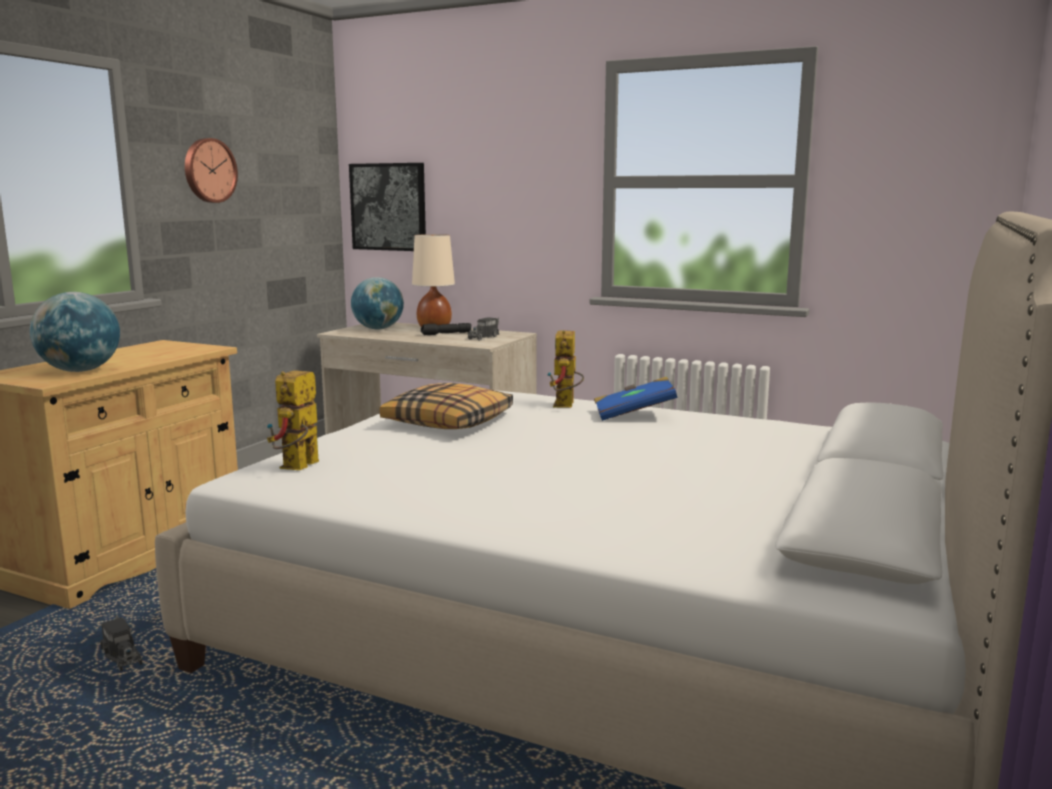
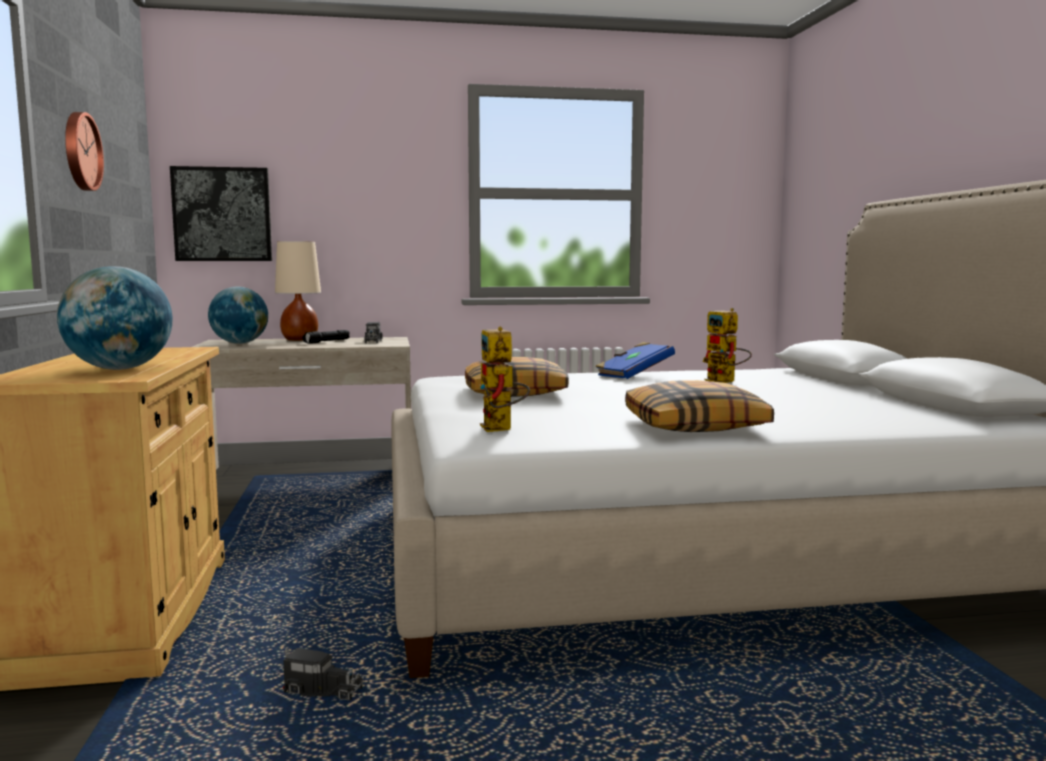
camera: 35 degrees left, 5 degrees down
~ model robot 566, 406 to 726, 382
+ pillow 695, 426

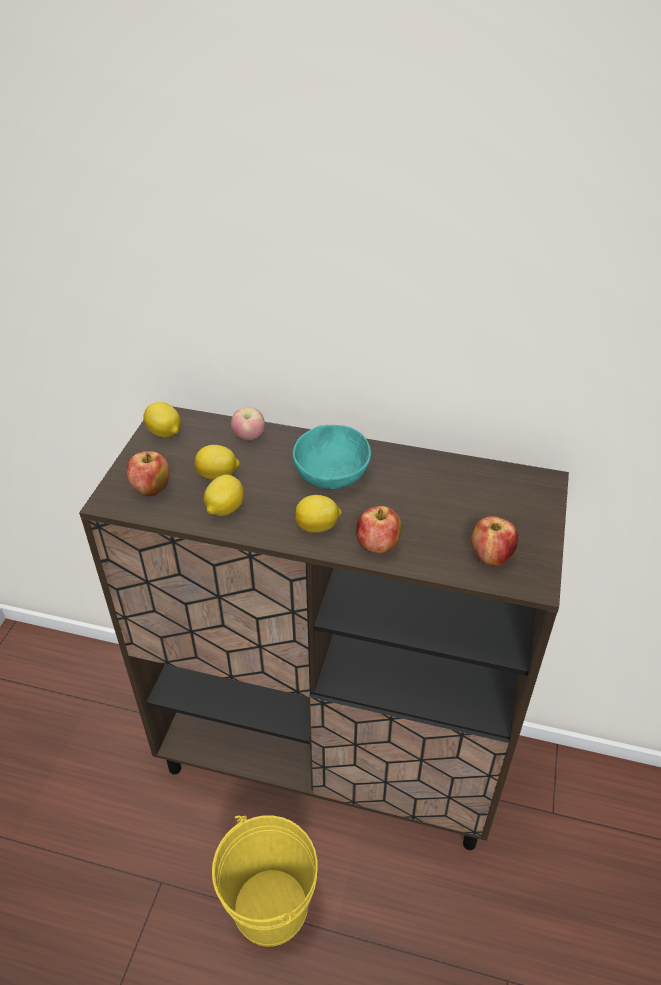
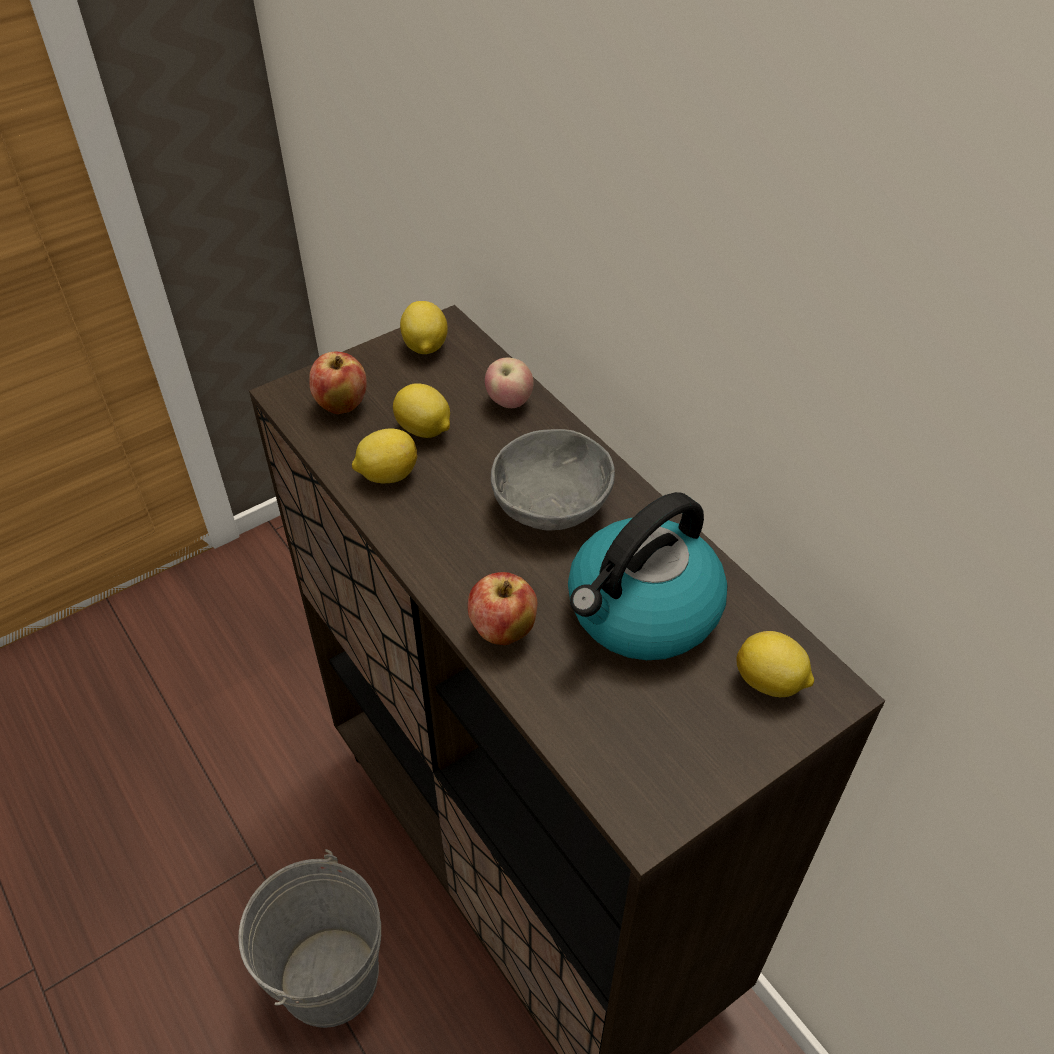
camera: 40 degrees right, 5 degrees up
~ pail (yellowish) 270, 907 to pail (grey) 330, 977
~ serving bowl (blue-green) 333, 475 to serving bowl (grey) 552, 507
~ whole lemon 318, 527 to 770, 683
- apple 491, 556
+ water kettle 642, 611

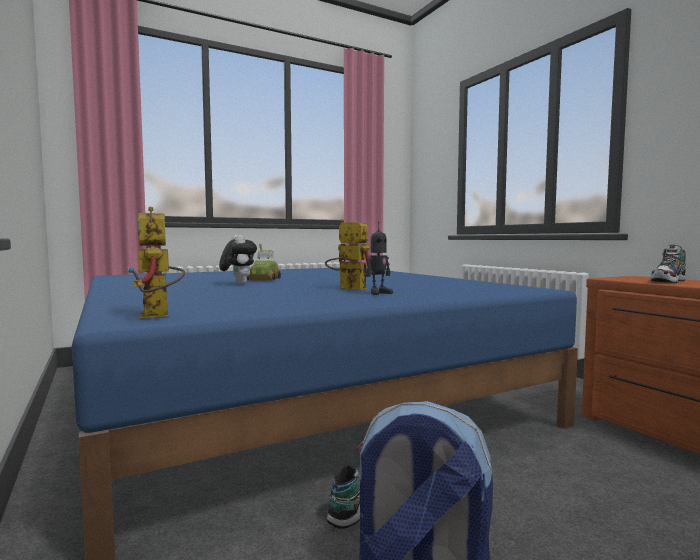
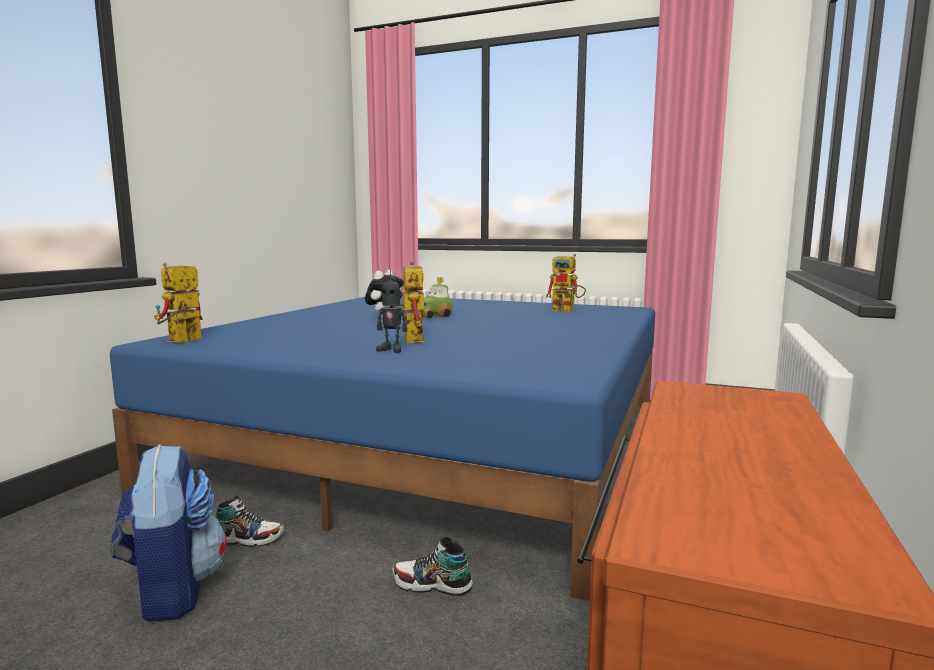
camera: 50 degrees right, 5 degrees up
~ item of footwear 668, 281 to 432, 585
+ model robot 567, 310

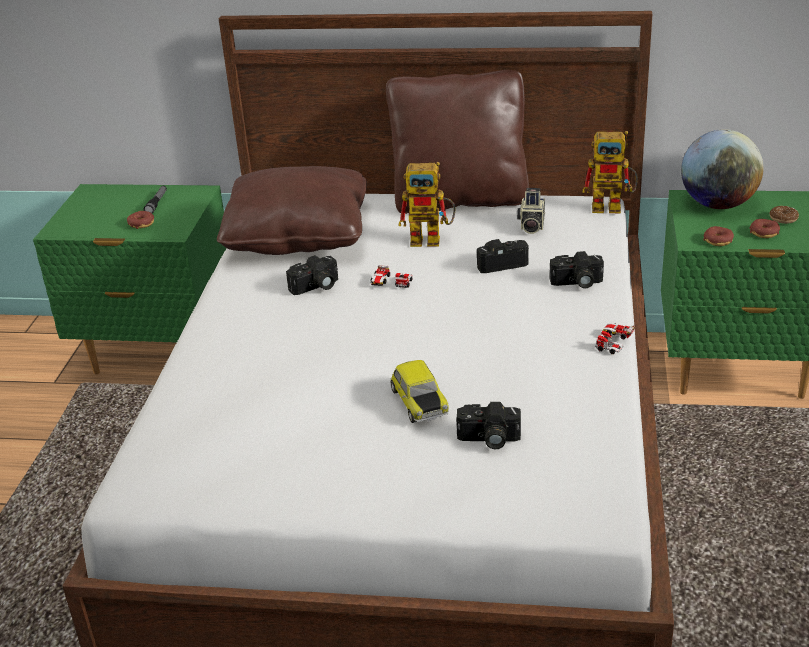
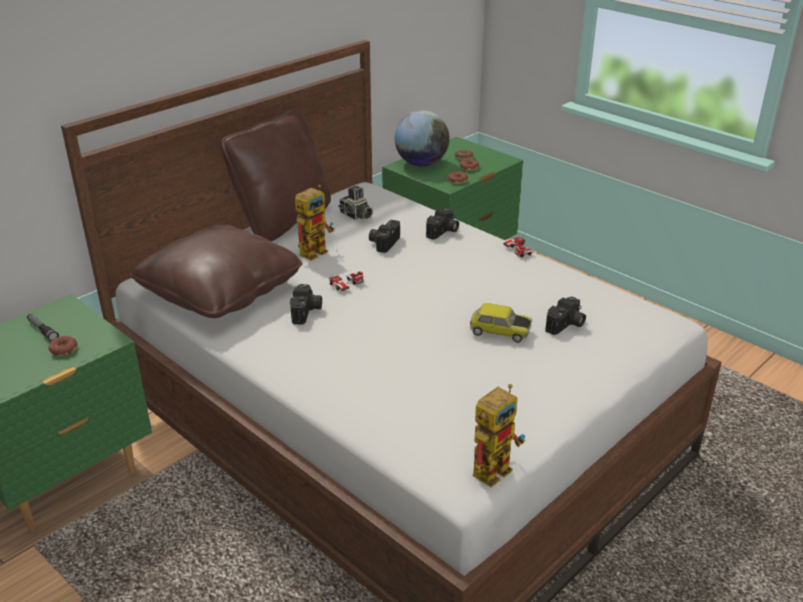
camera: 55 degrees left, 0 degrees up
~ model robot 613, 207 to 495, 466

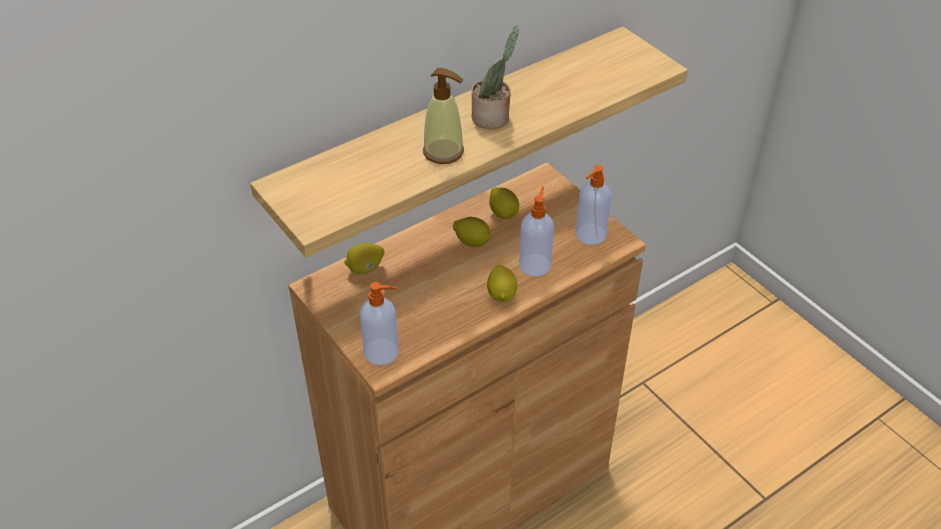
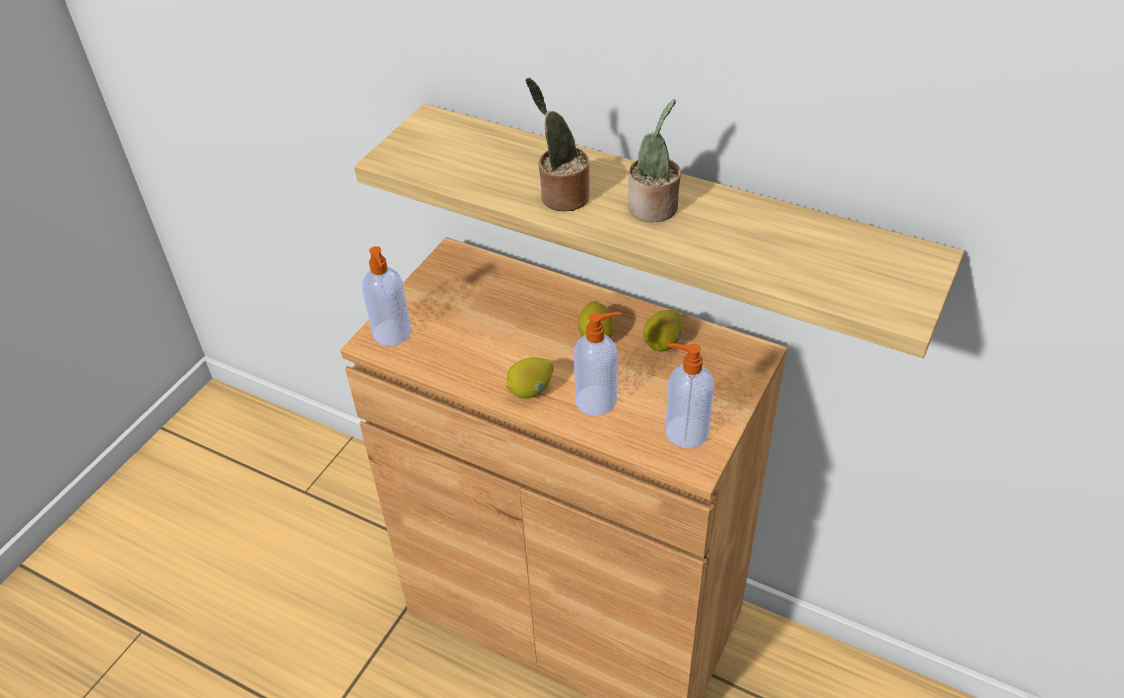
camera: 65 degrees right, 0 degrees up
- whole lemon 365, 268
~ soap bottle 444, 152 to potted plant 561, 196

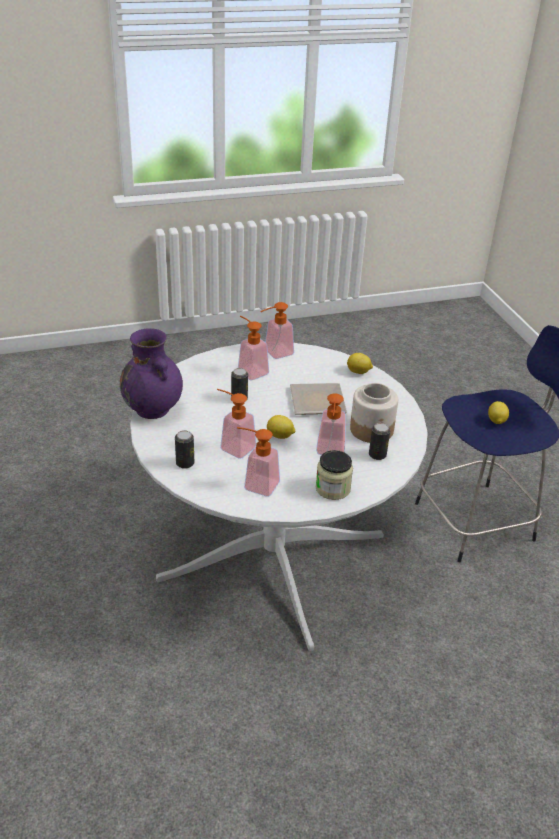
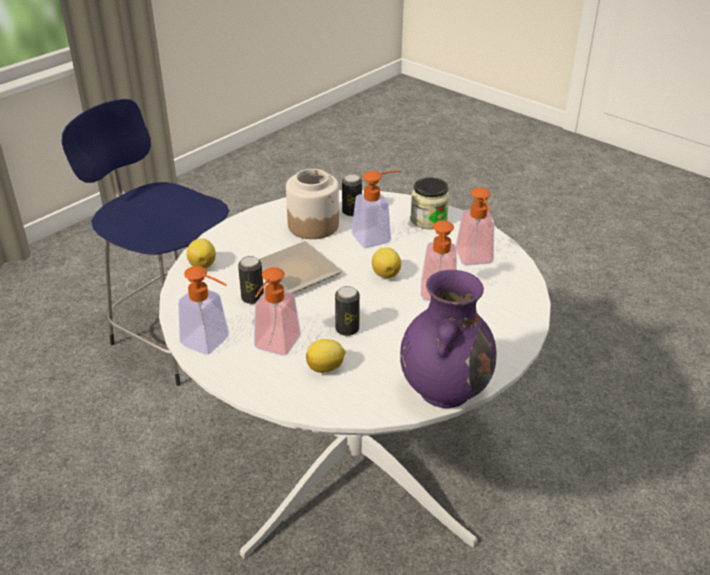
camera: 120 degrees left, 0 degrees up
~ can 185, 463 to 252, 298
~ whole lemon 496, 421 to 326, 368

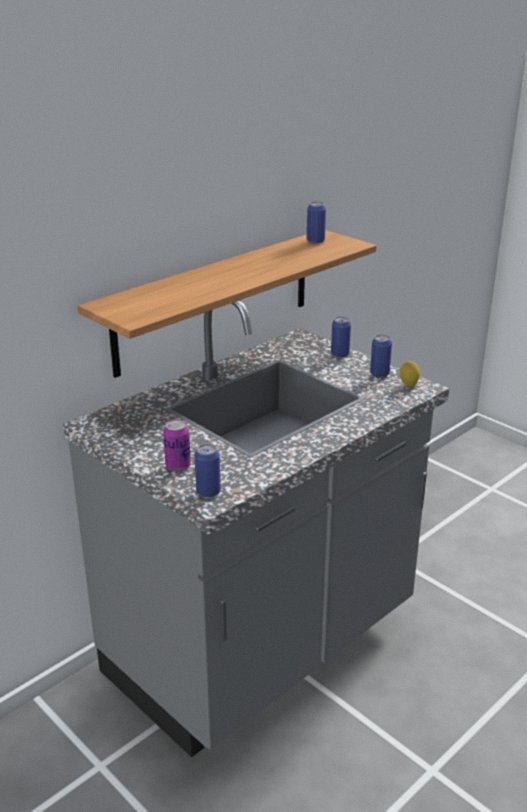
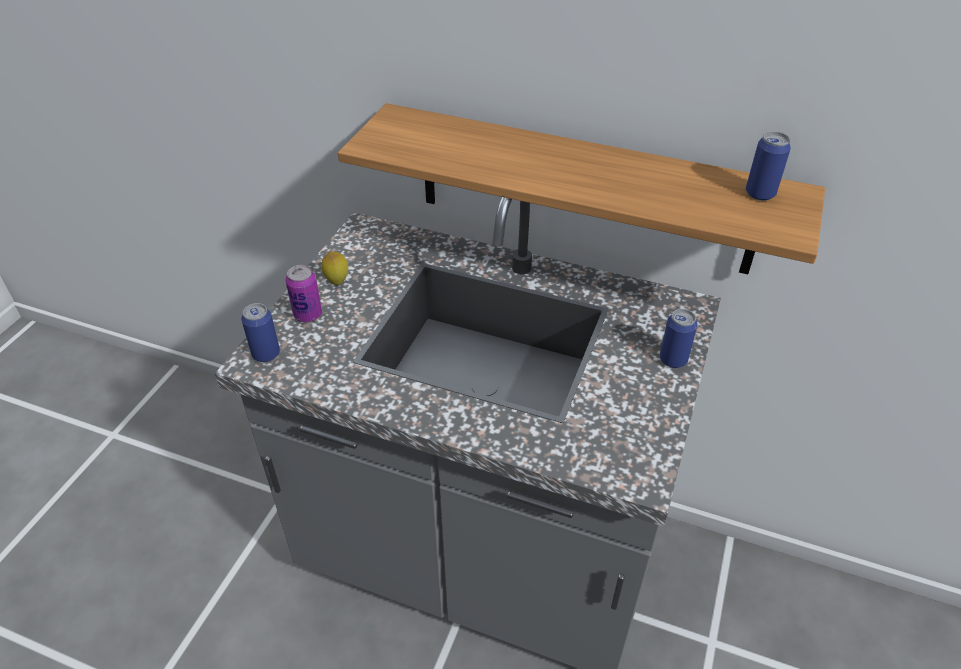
camera: 65 degrees right, 15 degrees up
- can 379, 374
~ whole lemon 408, 386 to 337, 281

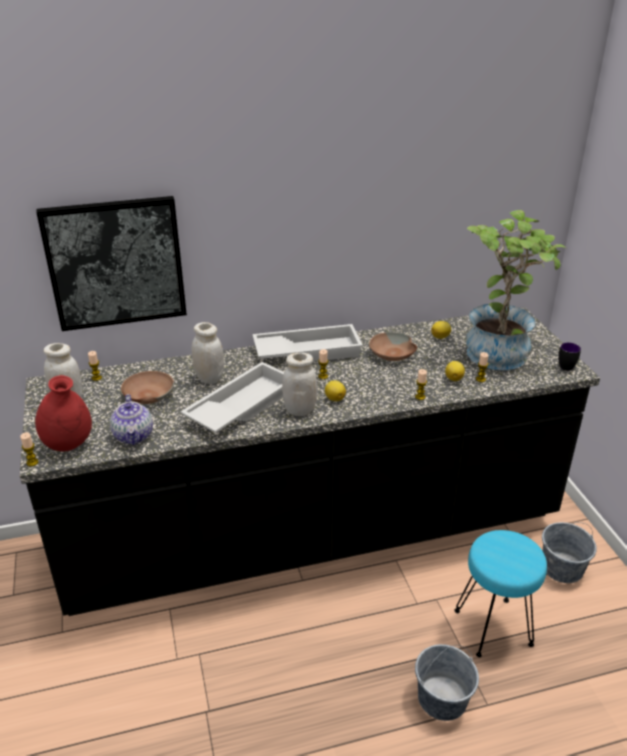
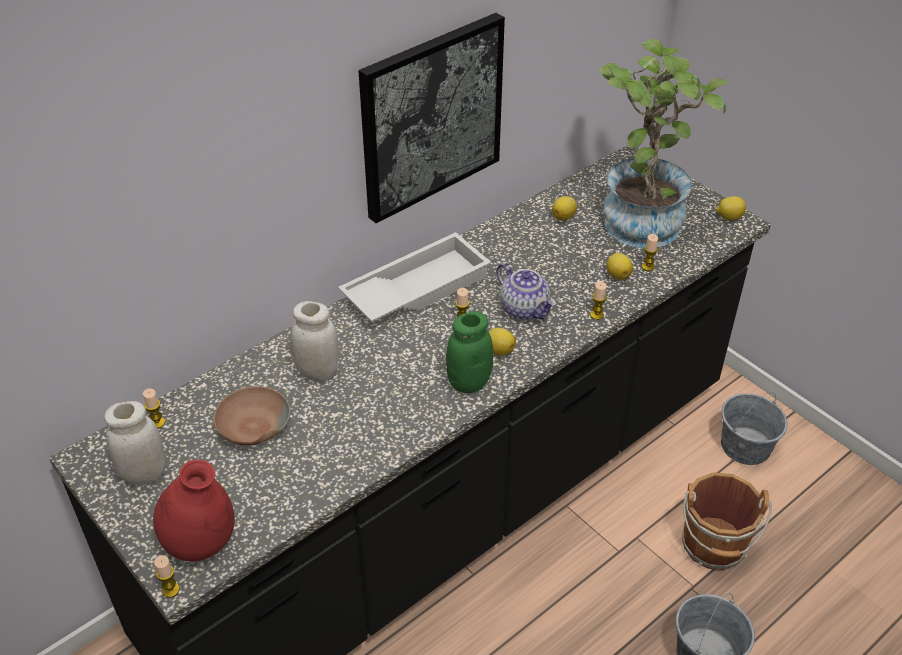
camera: 25 degrees left, 10 degrees up
~ wall picture 115, 263 to 431, 116
~ pot for tea 134, 436 to 525, 309
- serving tray (whitish) 240, 405
~ preserve jar (whitish) 300, 410 to preserve jar (greenish) 469, 382
- serving bowl (brownish) 392, 354
~ stool (blue-green) 494, 627 to pail (brownish) 714, 547
~ tea mug 567, 365 to whole lemon 729, 217

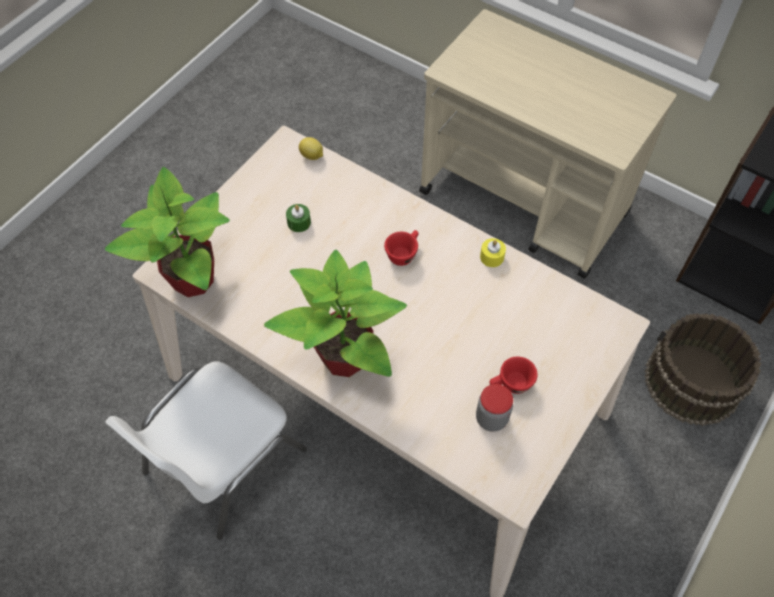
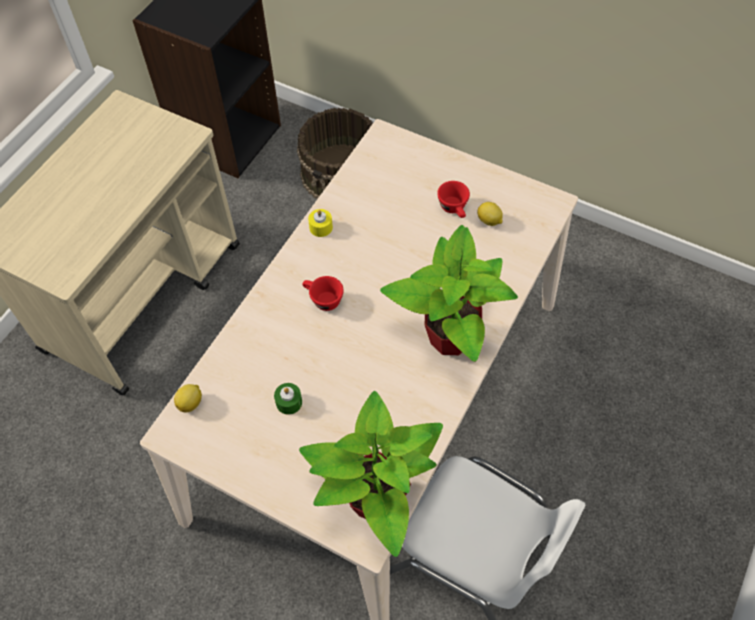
camera: 95 degrees left, 0 degrees up
~ preserve jar 491, 418 to whole lemon 489, 221

